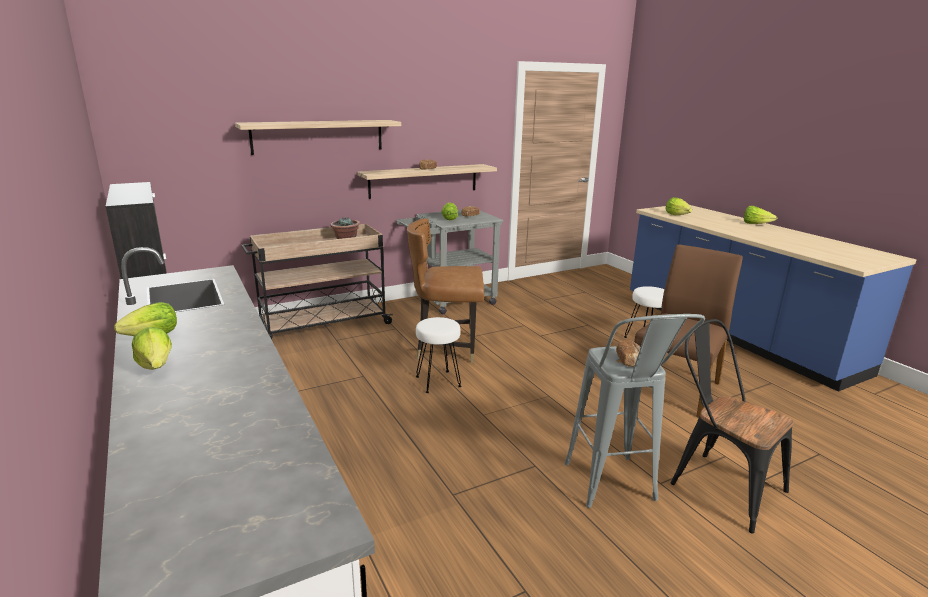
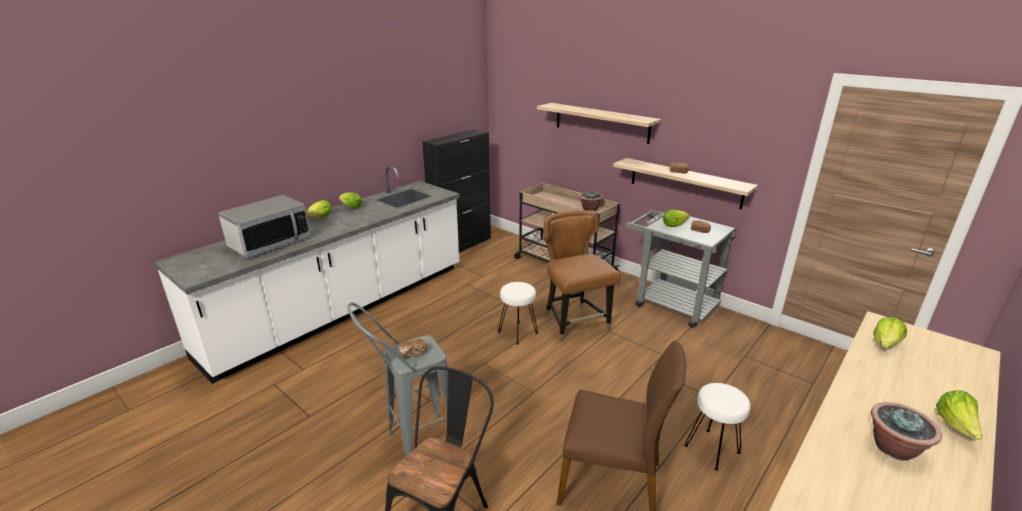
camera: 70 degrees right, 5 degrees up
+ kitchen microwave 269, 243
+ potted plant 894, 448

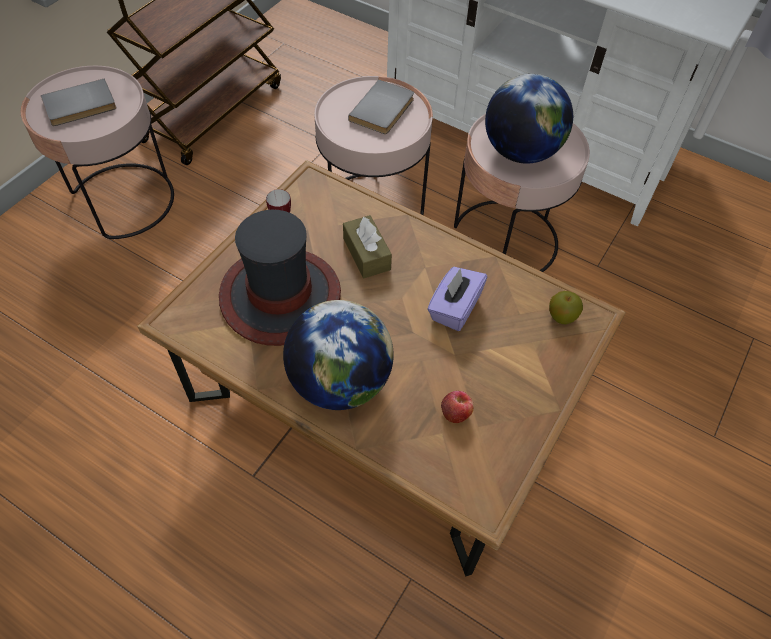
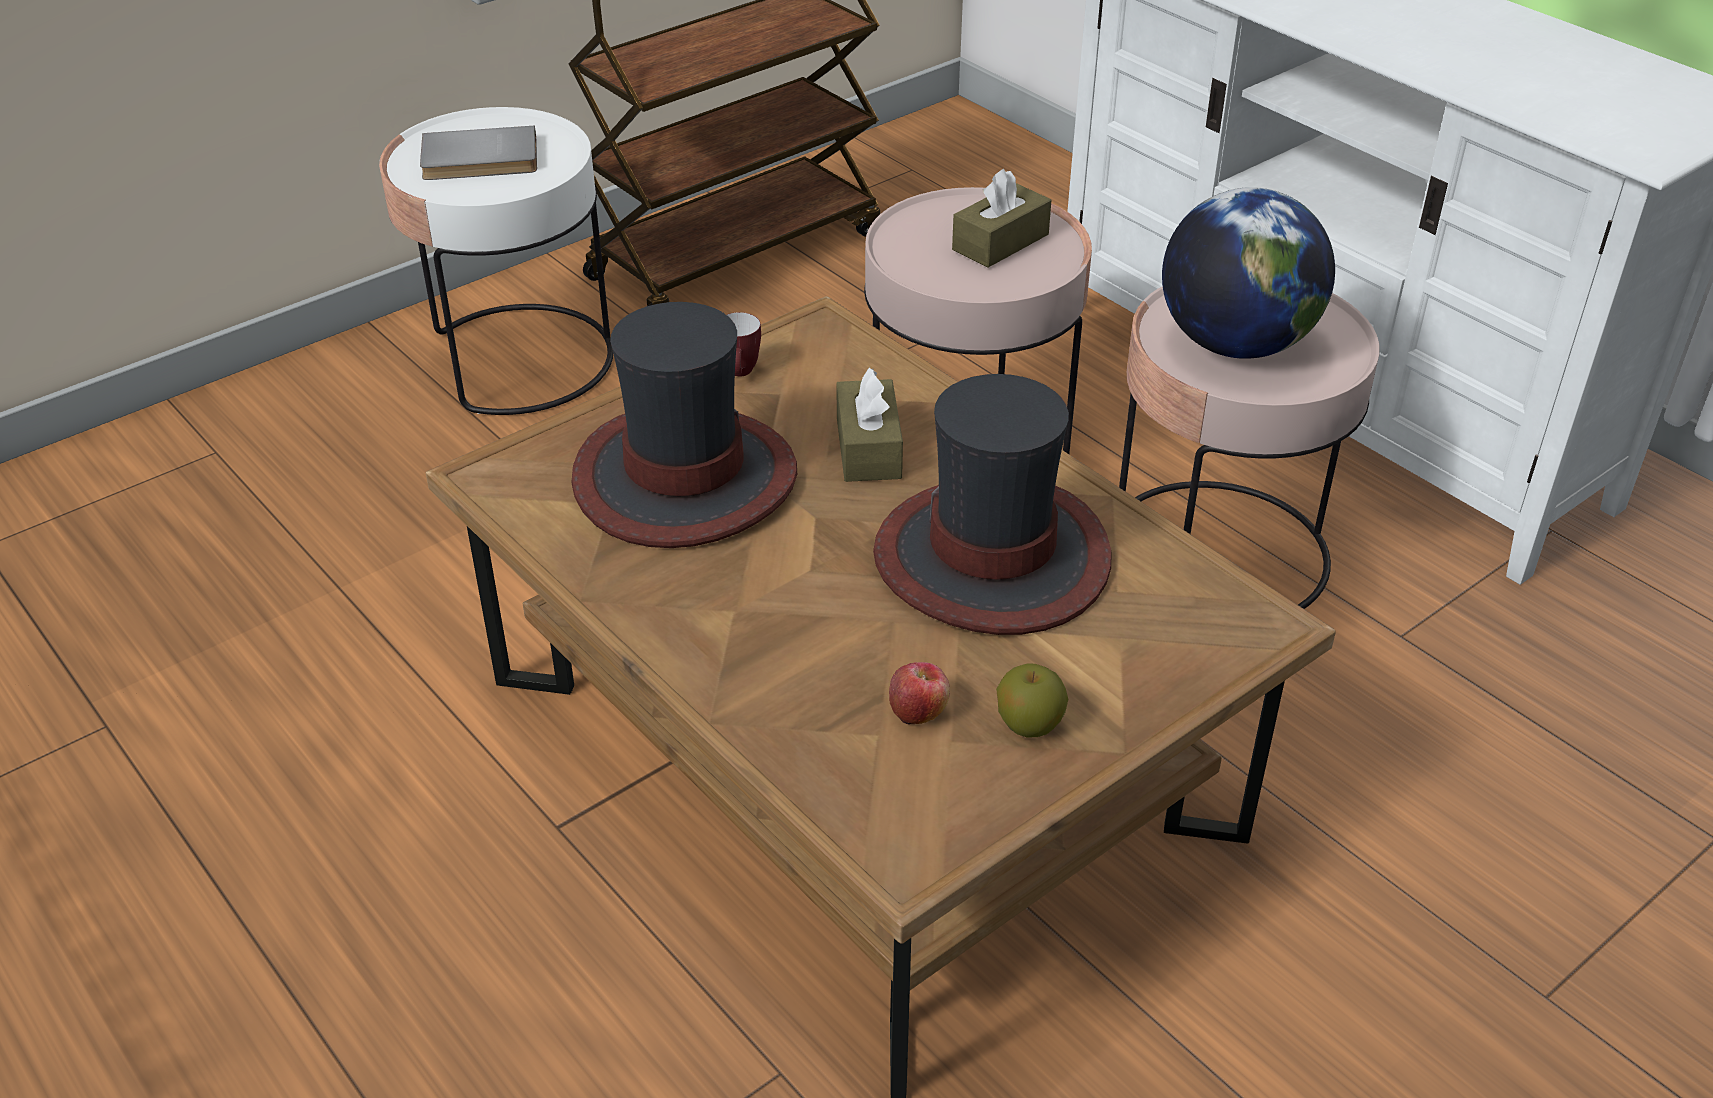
camera: 20 degrees right, 15 degrees down
~ end table (pinkish) 122, 201 to end table (whitish) 517, 360
- desk globe 340, 382
~ volume (grey) 384, 110 to box of tissues (brownish) 1000, 242
~ box of tissues (purplish) 454, 308 to wearable hat 993, 558
~ apple 561, 316 to 1029, 724

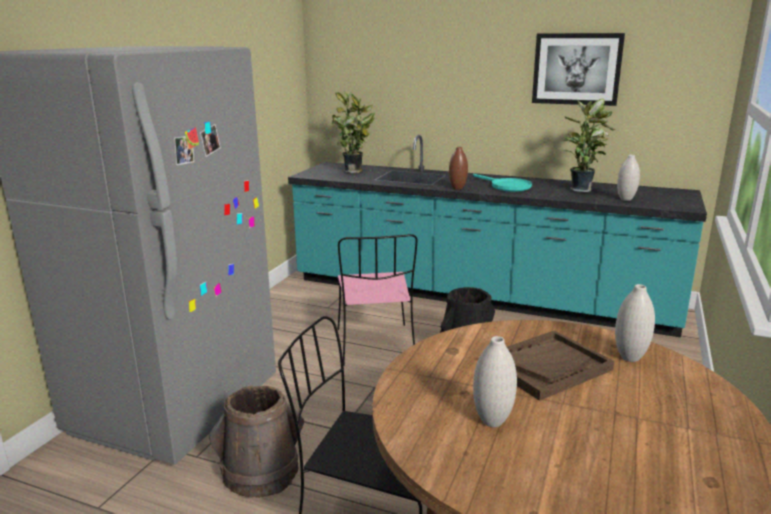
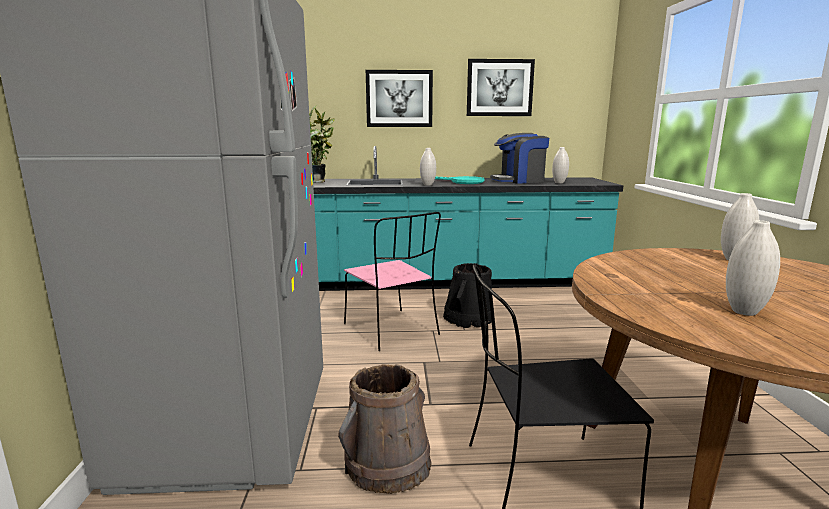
camera: 25 degrees left, 5 degrees down
~ vase (brownish) 457, 188 to vase (whitish) 427, 185
- serving tray (brownish) 547, 366
~ potted plant 581, 189 to coffee machine 519, 180
+ wall picture 399, 99

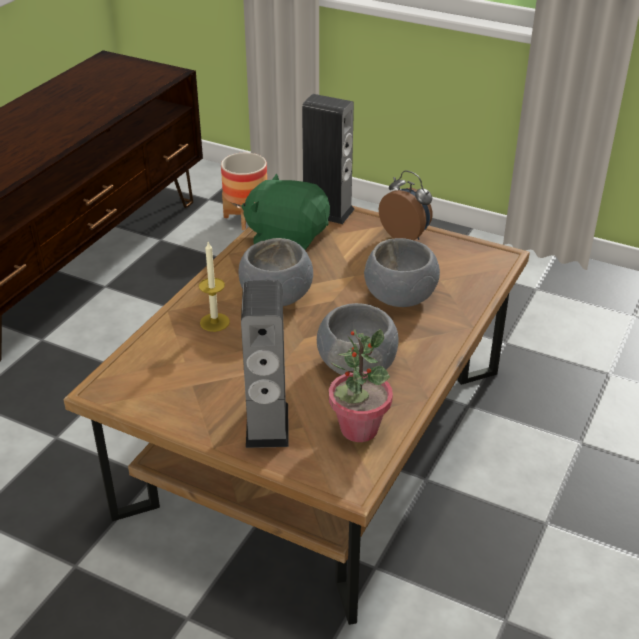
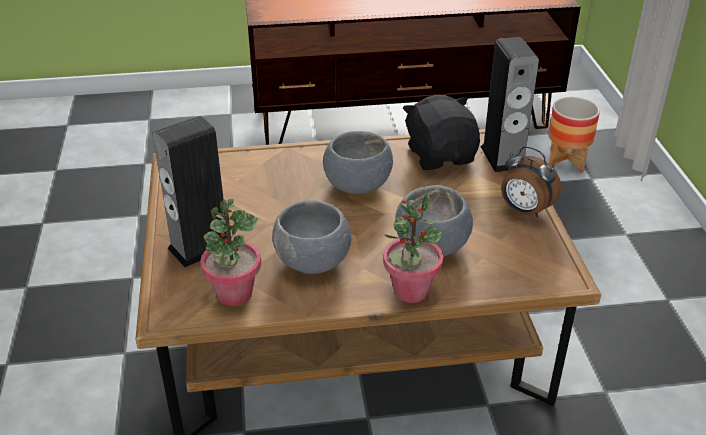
camera: 55 degrees right, 0 degrees up
- candle 214, 322
~ plush toy (greenish) 287, 237 to plush toy (blackish) 441, 156
~ alarm clock 406, 235 = 524, 211 120 degrees clockwise
+ potted plant 410, 291

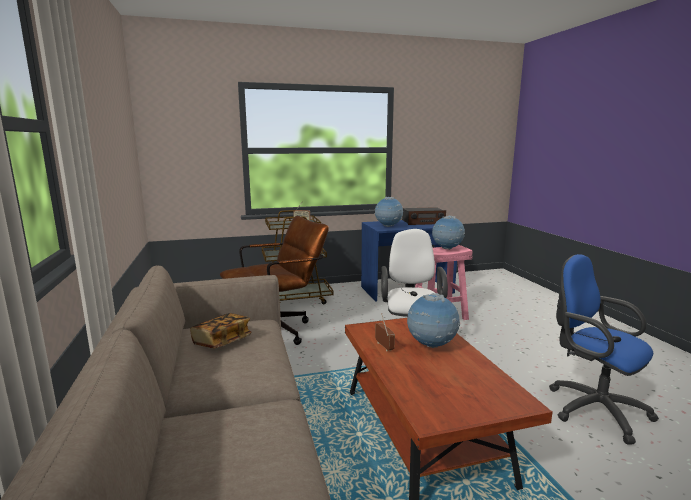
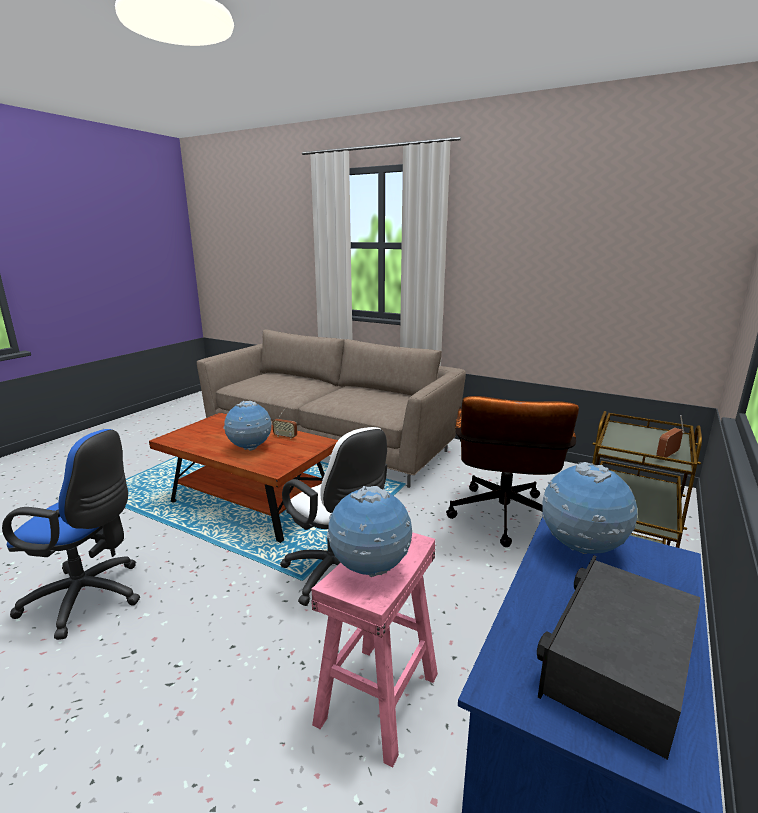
camera: 135 degrees right, 5 degrees up
- volume 222, 341

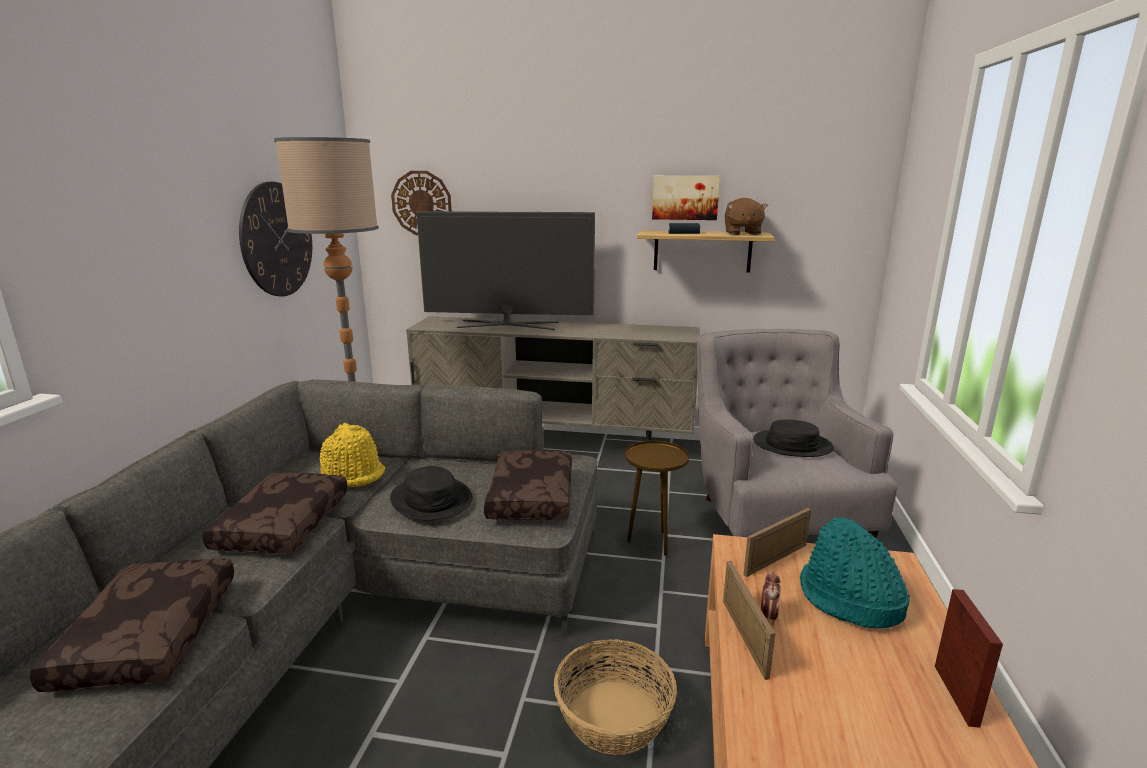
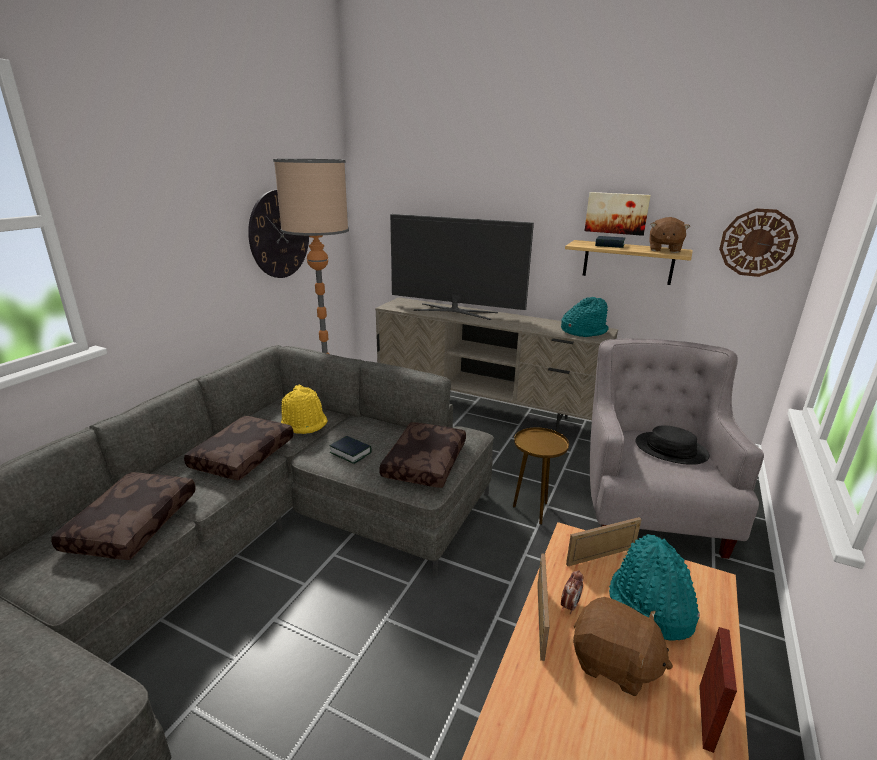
camera: 15 degrees right, 5 degrees up
~ wearable hat (blackish) 432, 499 to volume 350, 453
~ wall clock 421, 203 to 757, 243
- storage basket 614, 717
+ wearable hat (blue-green) 583, 331
+ plush toy (brownish) 614, 664

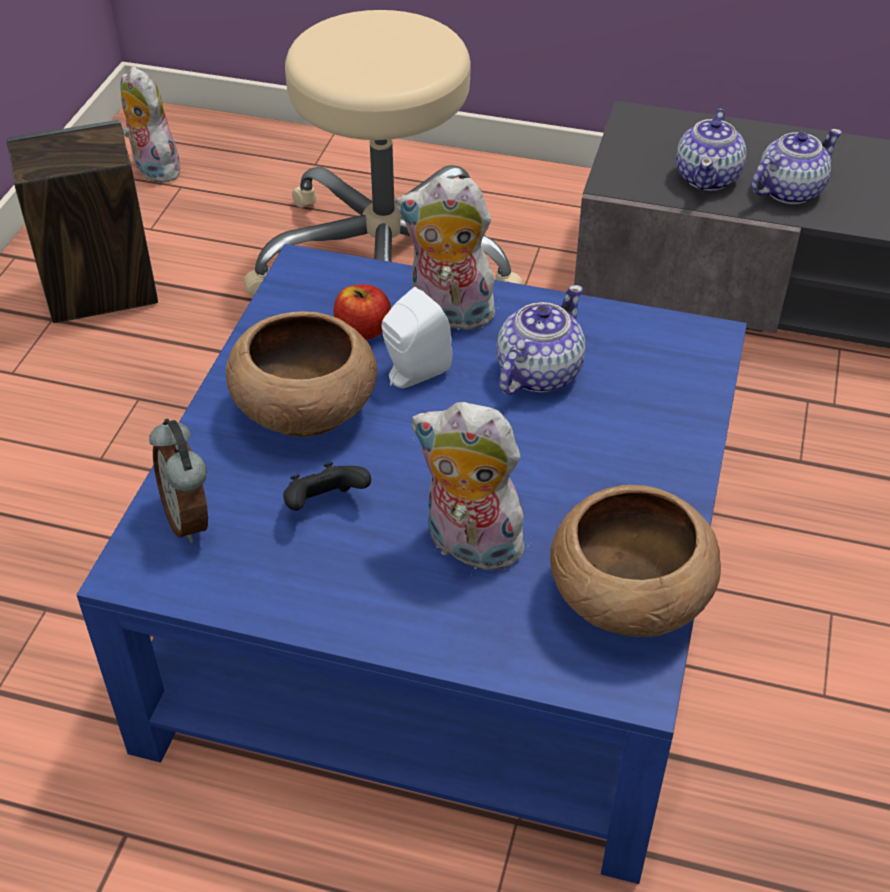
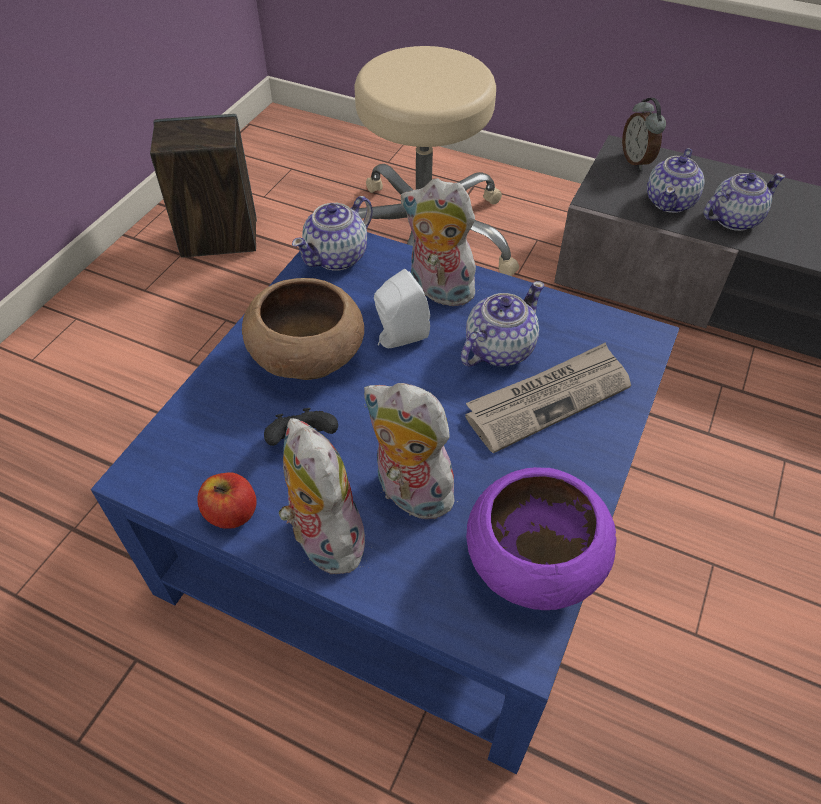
camera: 10 degrees right, 5 degrees up
~ plush toy 153, 169 to 323, 538
~ alarm clock 190, 519 to 637, 161
~ apple 363, 330 to 232, 513
~ serving bowl (brownish) 627, 597 to serving bowl (purplish) 532, 561
+ pot for tea 337, 256
+ daily paper 548, 399

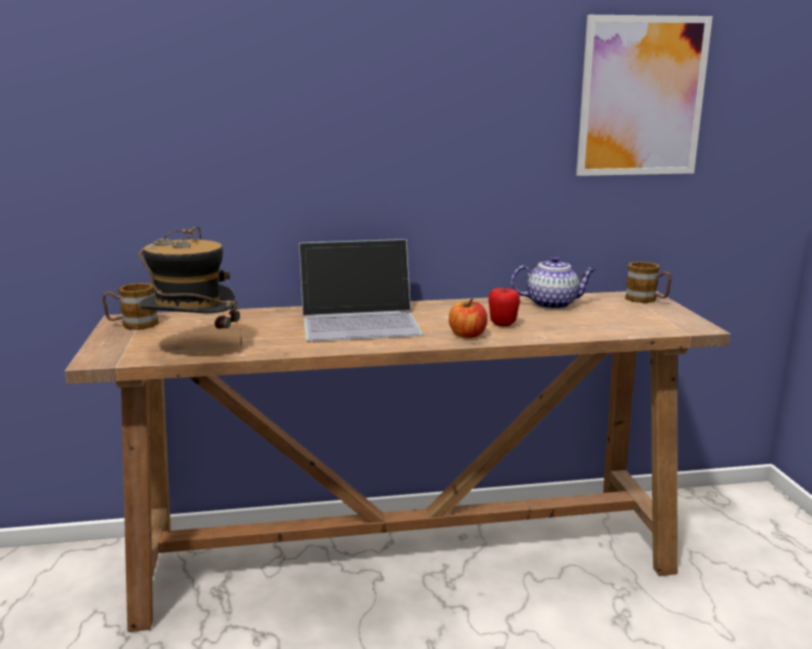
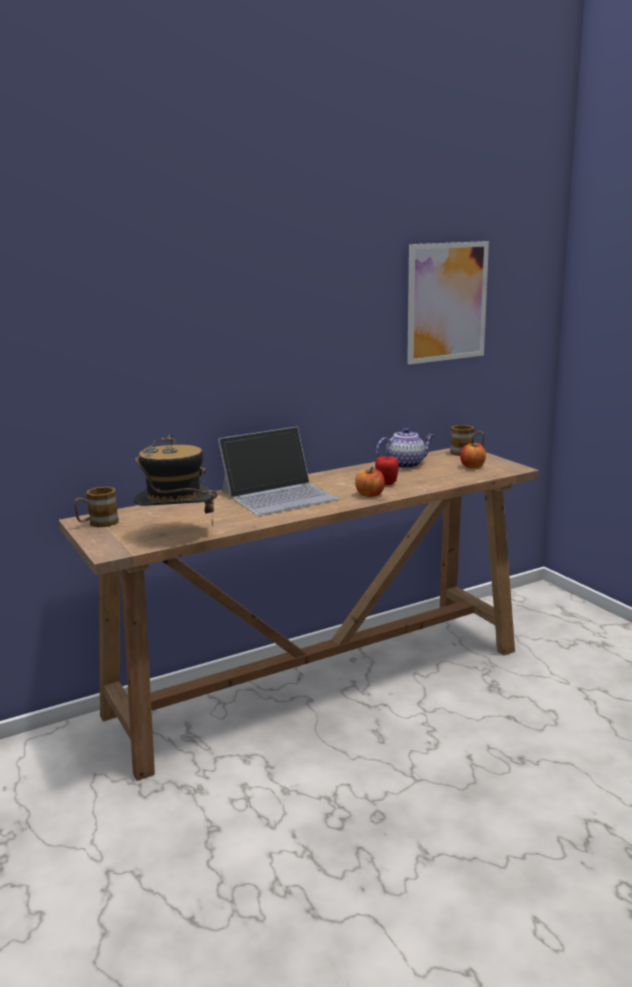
camera: 20 degrees left, 0 degrees up
+ apple 472, 466

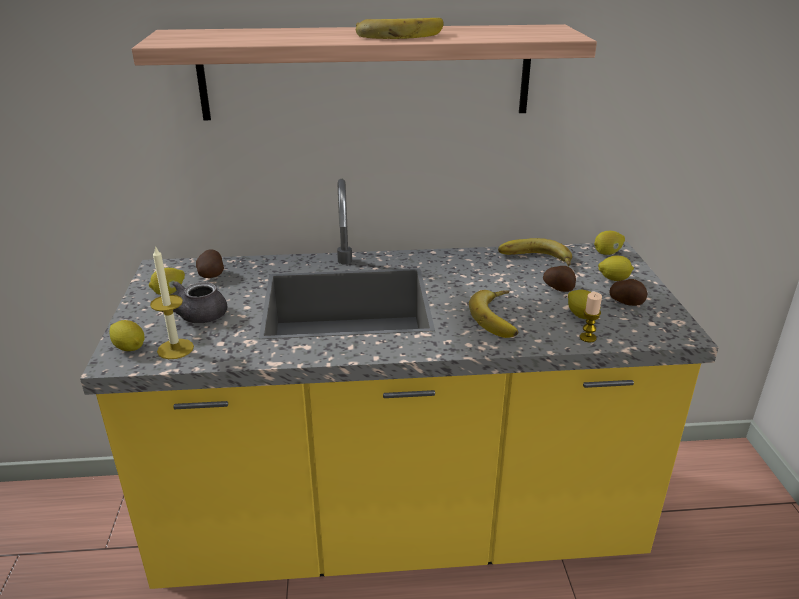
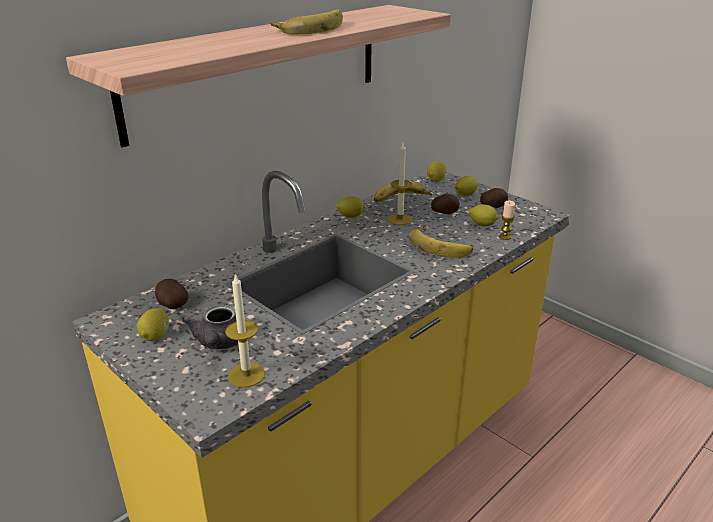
camera: 40 degrees left, 0 degrees up
~ whole lemon 129, 347 to 350, 216
+ candle 400, 219

